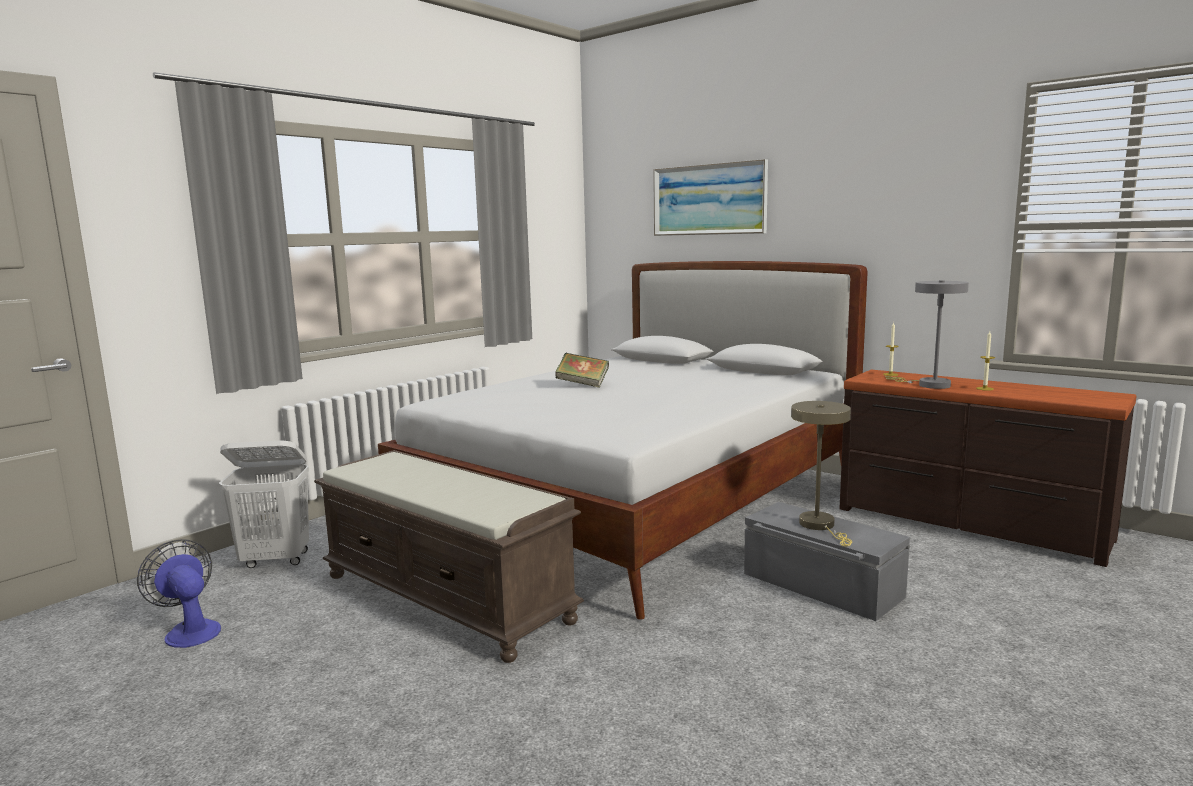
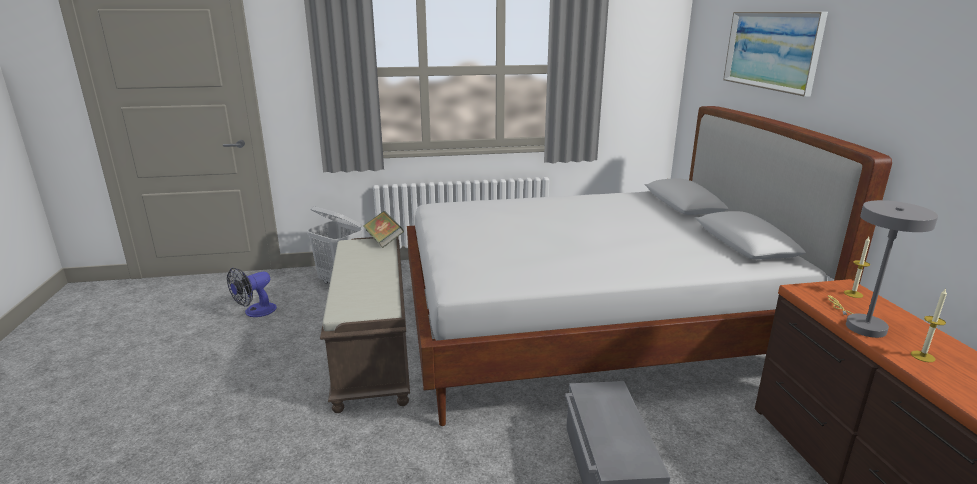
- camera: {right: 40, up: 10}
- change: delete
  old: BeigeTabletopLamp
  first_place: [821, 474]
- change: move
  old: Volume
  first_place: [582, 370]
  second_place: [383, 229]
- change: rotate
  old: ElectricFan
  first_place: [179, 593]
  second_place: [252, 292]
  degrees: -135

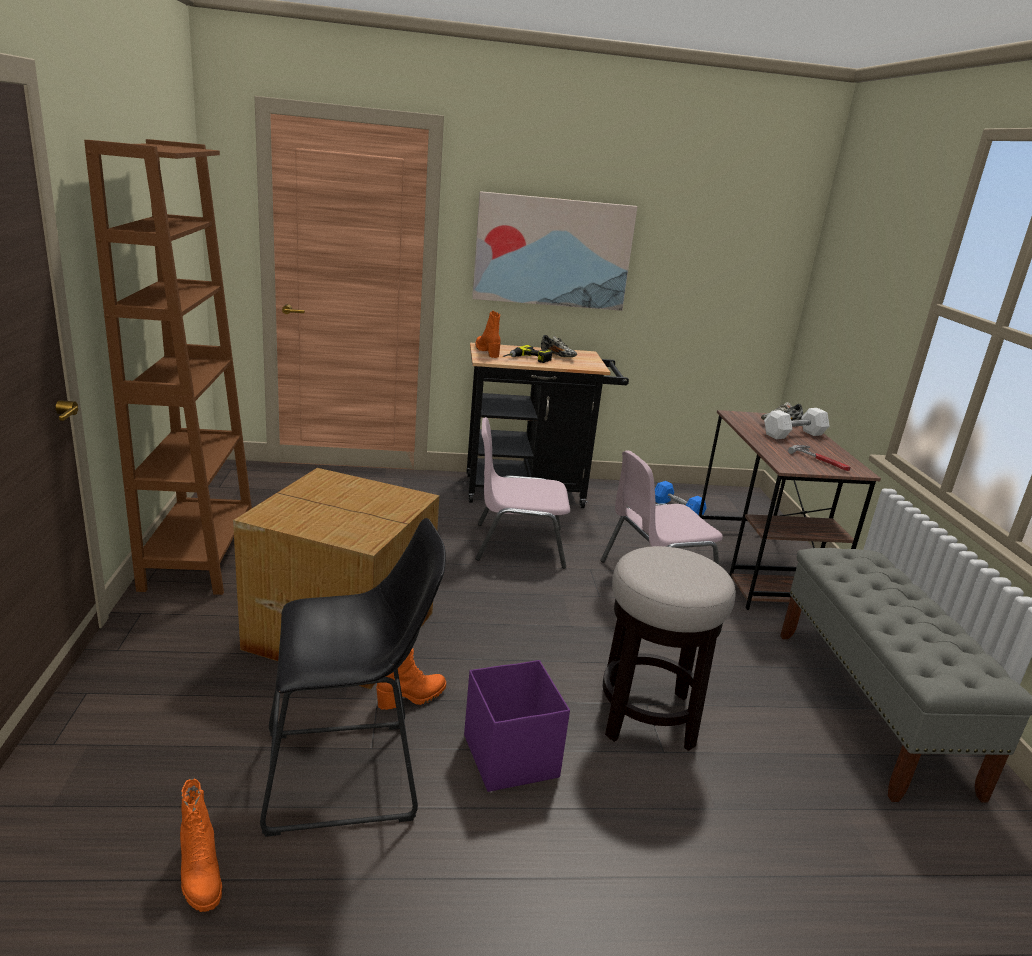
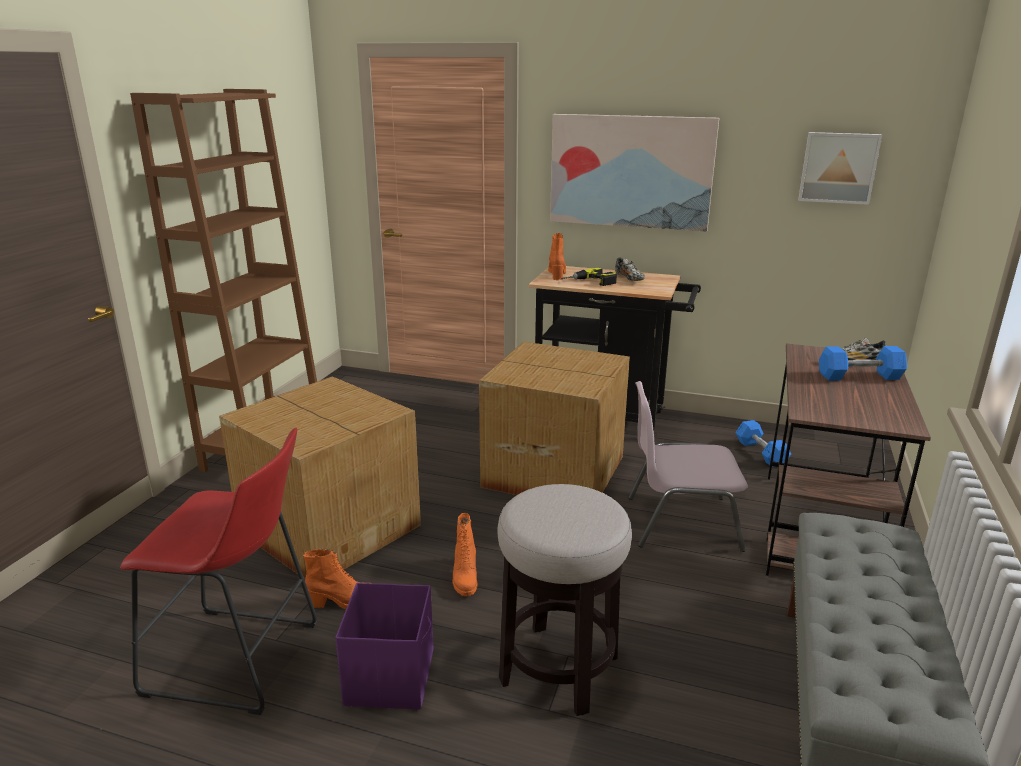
- camera: {right: 25, up: 0}
- change: delete
  old: HandHammer
  first_place: [819, 458]
- change: insert
  new: Picture
  second_place: [840, 168]
- change: move
  old: OrangeColouredBoot
  first_place: [201, 845]
  second_place: [465, 554]
- change: replace
  old: PinkishChair
  new: PackingBox
  first_place: [522, 492]
  second_place: [554, 418]
- change: recolor
  old: BlackishStoolSeat
  new: RedColouredStoolSeat
  first_place: [353, 677]
  second_place: [218, 571]
- change: recolor
  old: WhiteHandWeight
  new: BlueHandWeight
  first_place: [797, 423]
  second_place: [863, 363]

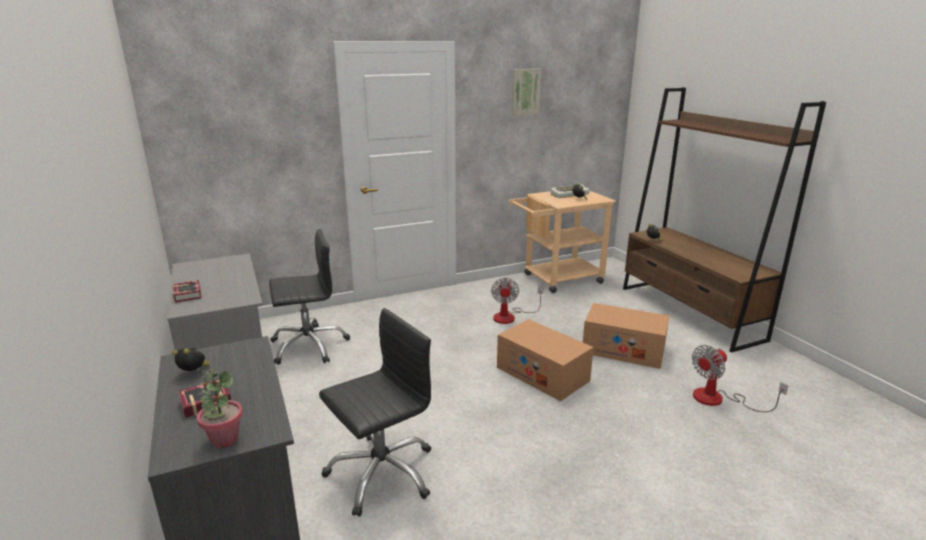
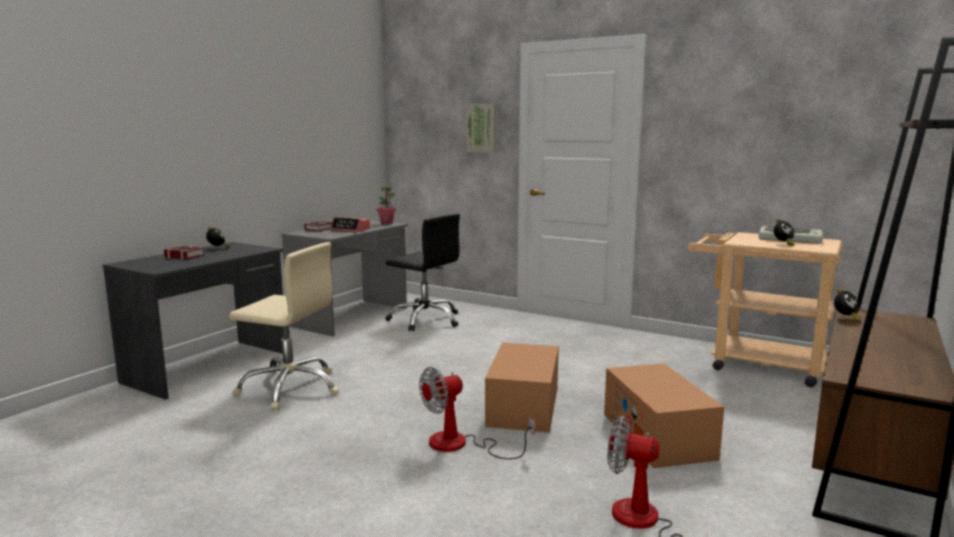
- camera: {right: 55, up: -10}
- change: insert
  new: TableClock
  second_place: [350, 224]
- change: move
  old: PottedPlant
  first_place: [220, 408]
  second_place: [386, 205]
- change: move
  old: ElectricFan
  first_place: [517, 301]
  second_place: [477, 413]
- change: move
  old: Picture
  first_place: [526, 92]
  second_place: [481, 128]
- change: recolor
  old: BlackishDeskChair
  new: BeigeDeskChair
  first_place: [375, 412]
  second_place: [284, 326]

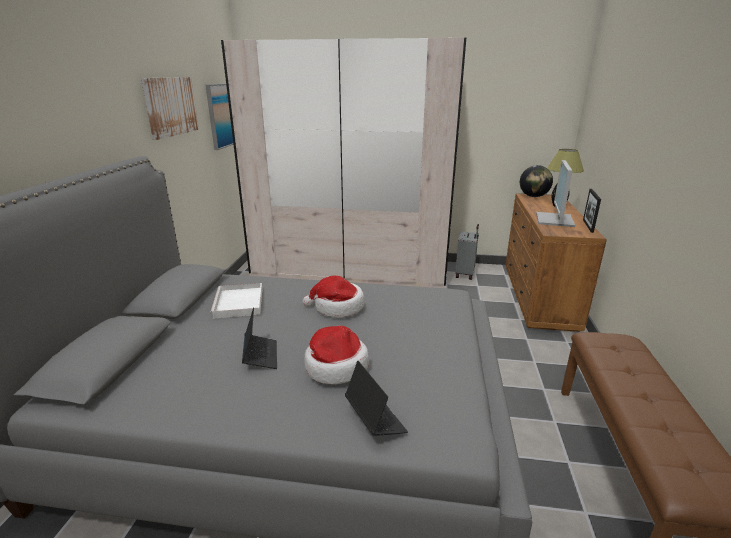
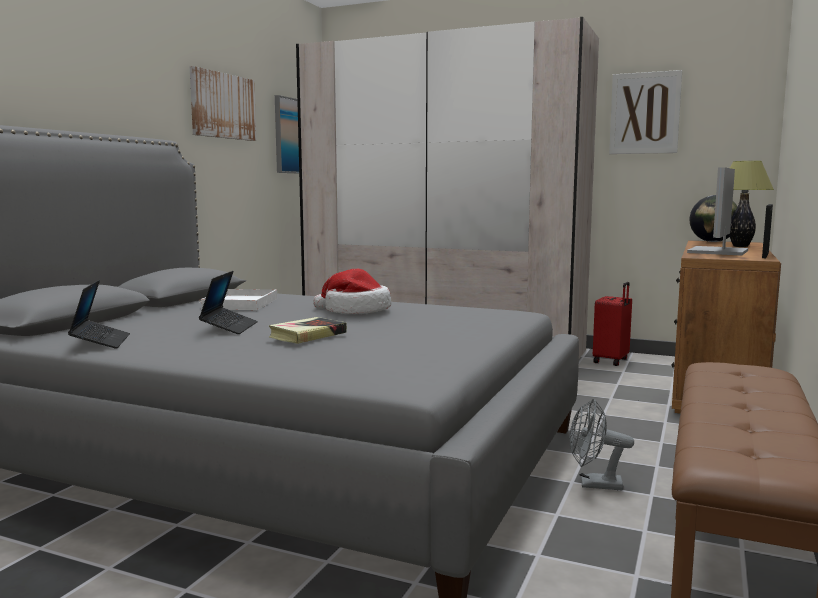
- camera: {right: 15, up: -15}
- change: insert
  new: GrayElectricFan
  second_place: [601, 444]
- change: insert
  new: Picture
  second_place: [645, 112]
- change: move
  old: NotebookComputer
  first_place: [376, 398]
  second_place: [99, 314]
- change: replace
  old: WearableHat
  new: Volume
  first_place: [336, 355]
  second_place: [308, 330]
- change: recolor
  old: GrayPieceOfLuggage
  new: RedColouredPieceOfLuggage
  first_place: [467, 252]
  second_place: [612, 324]

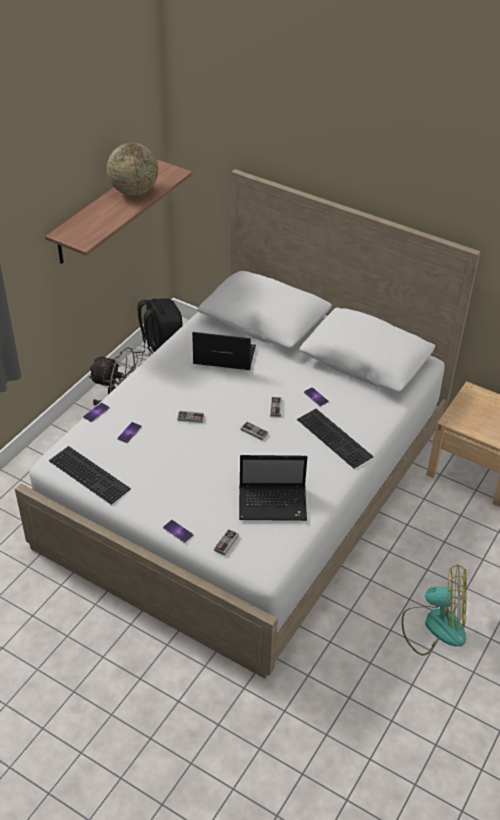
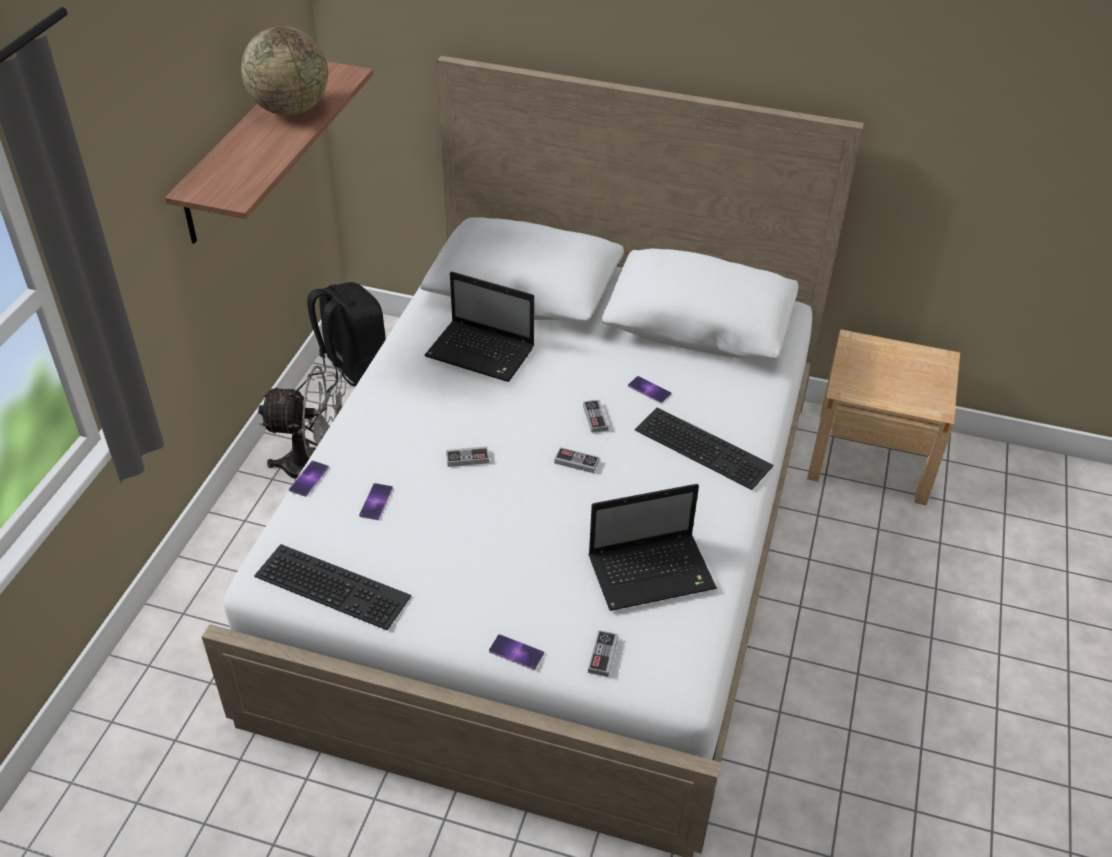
- camera: {right: -15, up: 0}
- change: delete
  old: ElectricFan
  first_place: [434, 610]
- change: rotate
  old: NotebookComputer
  first_place: [224, 351]
  second_place: [479, 326]
  degrees: -150

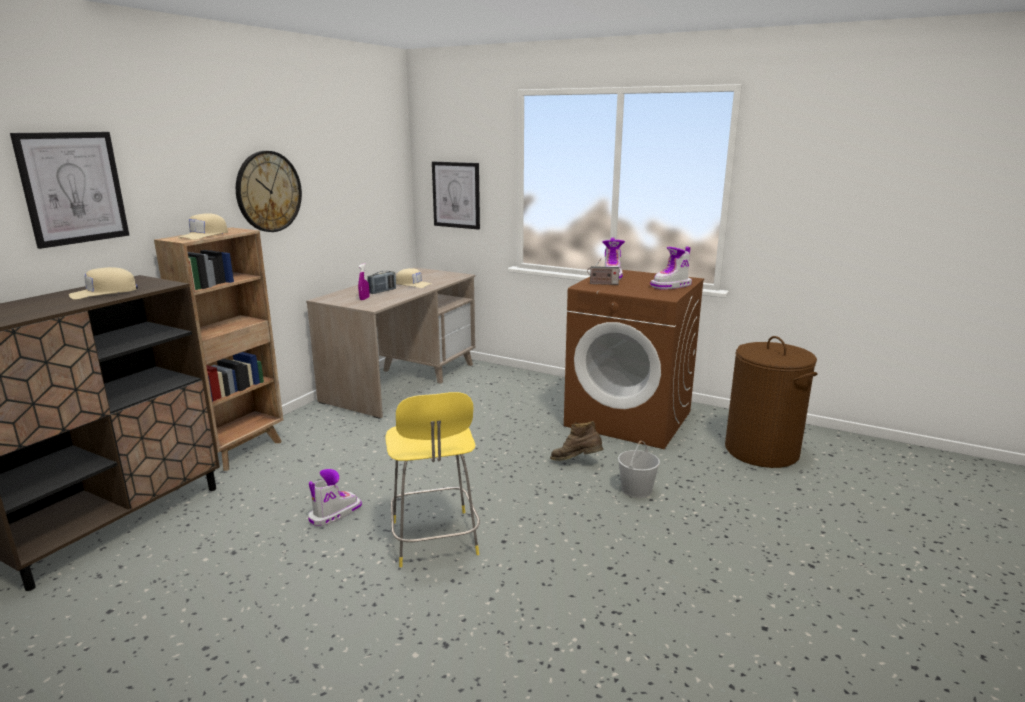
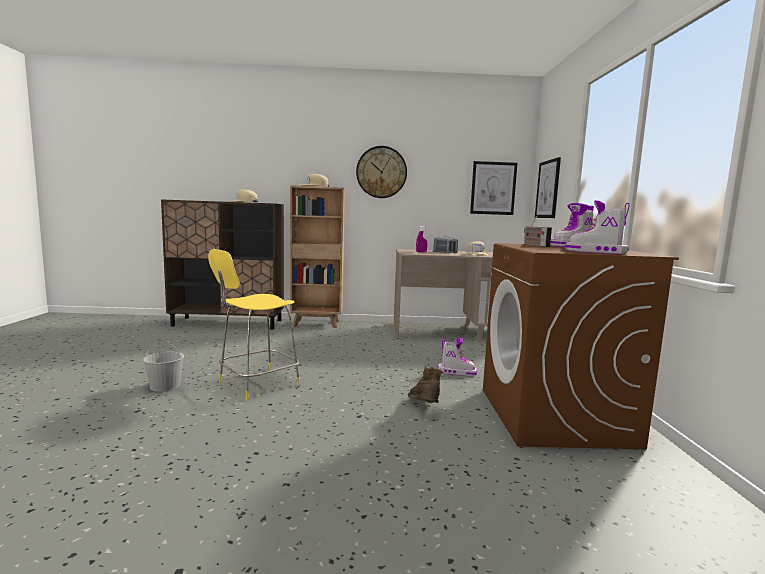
- camera: {right: 60, up: -10}
- change: delete
  old: BrownLaundryBasket
  first_place: [771, 402]
- change: move
  old: Picture
  first_place: [69, 190]
  second_place: [493, 188]
- change: move
  old: Boot
  first_place: [335, 498]
  second_place: [457, 357]
- change: move
  old: WhiteBucket
  first_place: [639, 469]
  second_place: [163, 366]

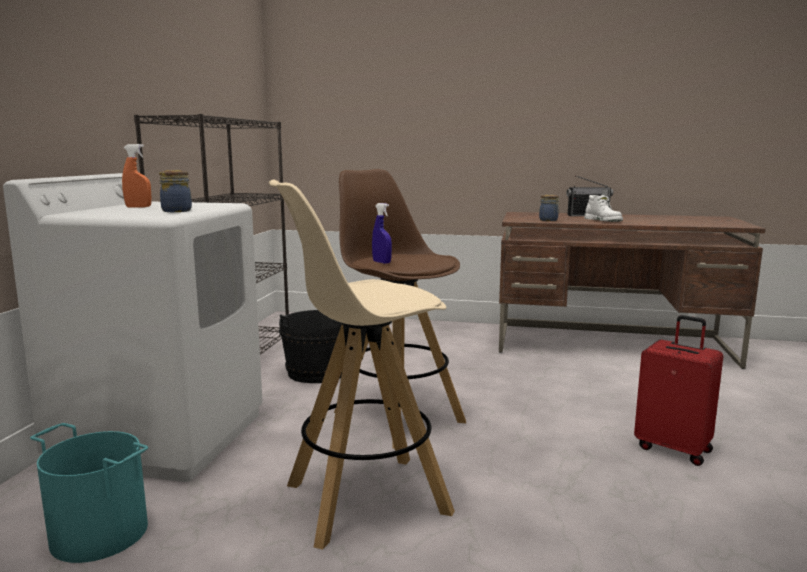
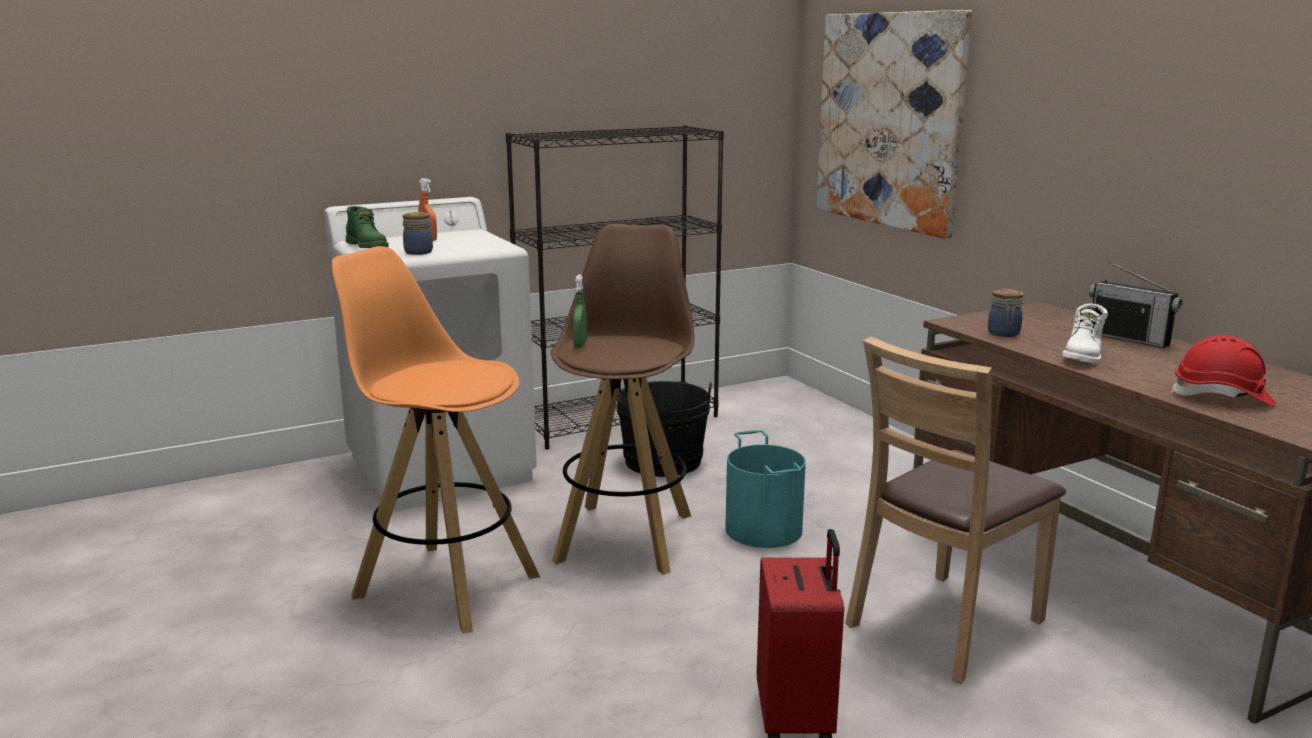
- camera: {right: 50, up: 5}
- change: insert
  new: GreenColouredBoot
  second_place: [367, 227]
- change: insert
  new: Picture
  second_place: [894, 124]
- change: insert
  new: BrownChair
  second_place: [955, 510]
- change: insert
  new: RedColouredHardHat
  second_place: [1223, 371]
- change: move
  old: TurquoiseBucket
  first_place: [89, 493]
  second_place: [765, 489]
- change: recolor
  old: BeigeStoolSeat
  new: OrangeColouredStoolSeat
  first_place: [362, 365]
  second_place: [436, 440]
- change: recolor
  old: BlueHandSprayer
  new: GreenColouredHandSprayer
  first_place: [382, 233]
  second_place: [580, 311]

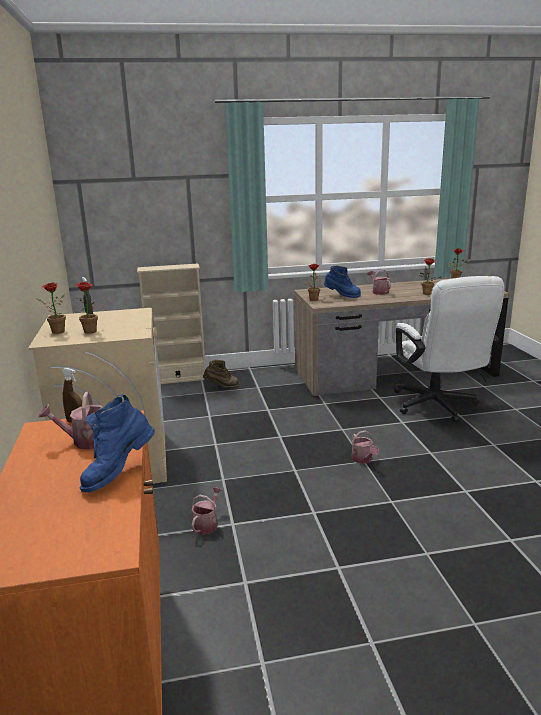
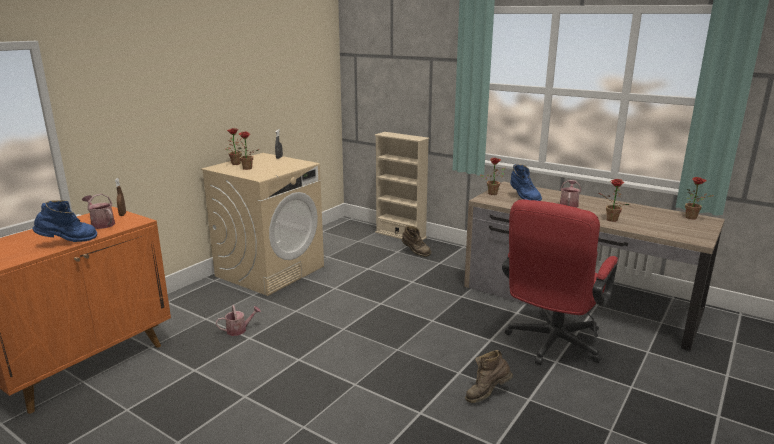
- camera: {right: 45, up: 0}
- change: delete
  old: WateringCan
  first_place: [365, 447]
- change: insert
  new: BrownBoot
  second_place: [489, 376]
- change: recolor
  old: WhiteDeskChair
  new: RedColouredDeskChair
  first_place: [449, 349]
  second_place: [560, 282]
- change: rotate
  old: BlueBoot
  first_place: [117, 443]
  second_place: [65, 221]
  degrees: 150

